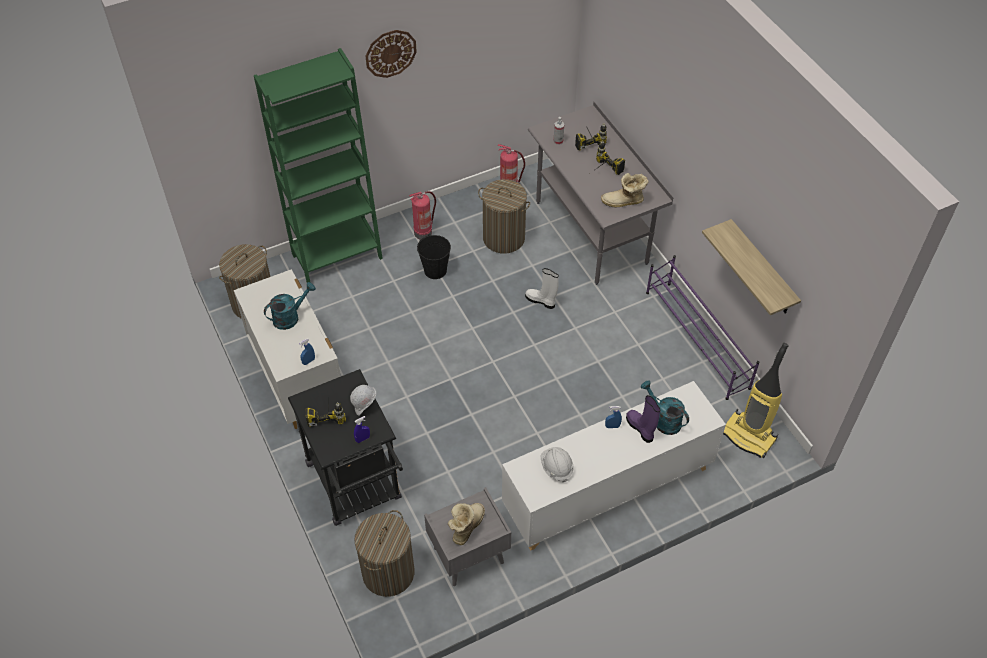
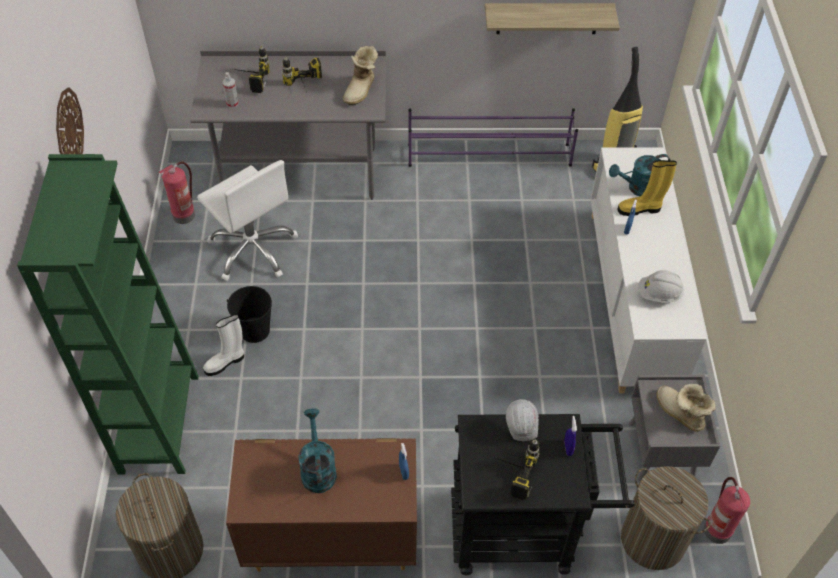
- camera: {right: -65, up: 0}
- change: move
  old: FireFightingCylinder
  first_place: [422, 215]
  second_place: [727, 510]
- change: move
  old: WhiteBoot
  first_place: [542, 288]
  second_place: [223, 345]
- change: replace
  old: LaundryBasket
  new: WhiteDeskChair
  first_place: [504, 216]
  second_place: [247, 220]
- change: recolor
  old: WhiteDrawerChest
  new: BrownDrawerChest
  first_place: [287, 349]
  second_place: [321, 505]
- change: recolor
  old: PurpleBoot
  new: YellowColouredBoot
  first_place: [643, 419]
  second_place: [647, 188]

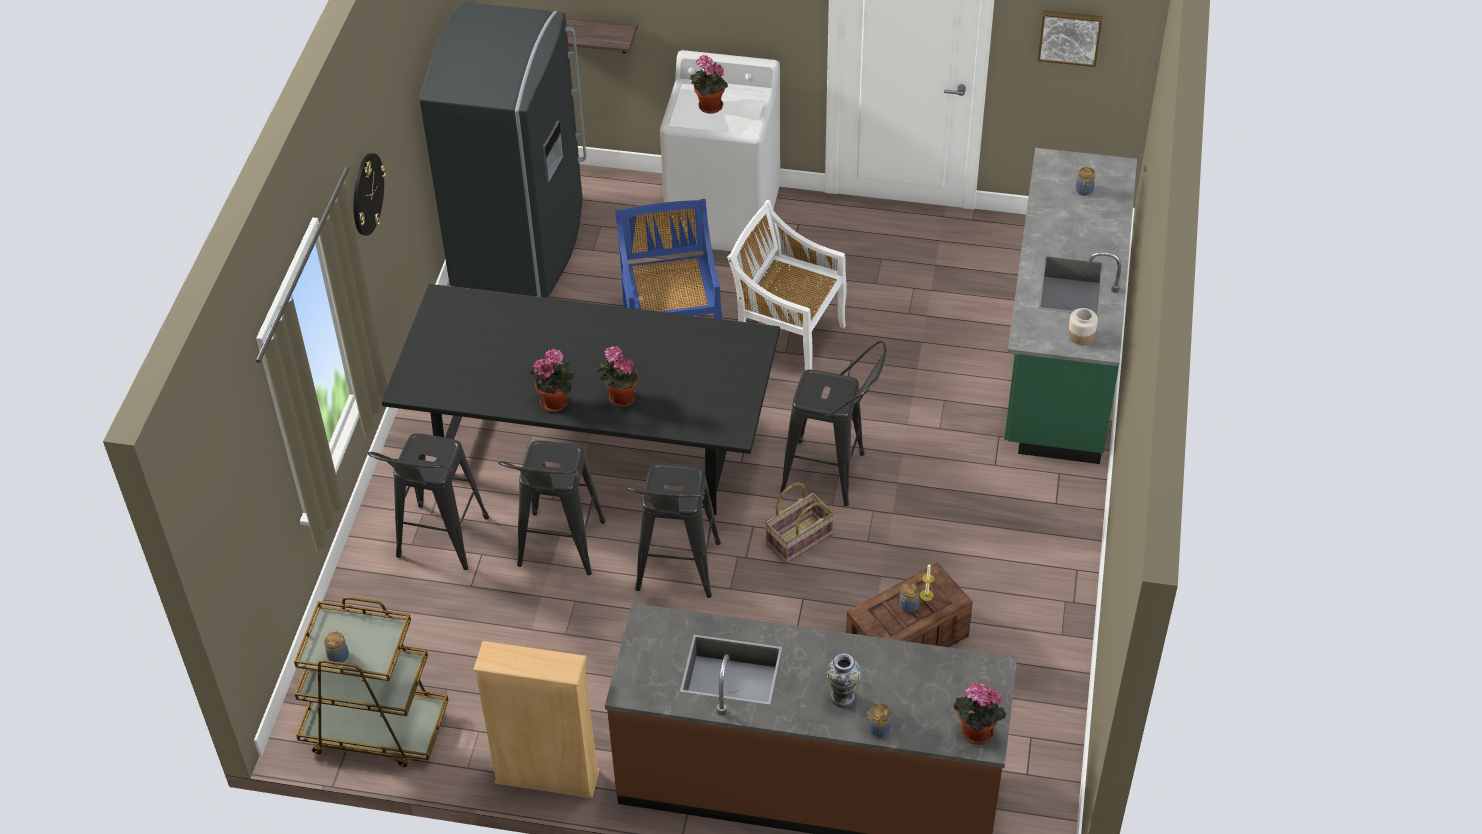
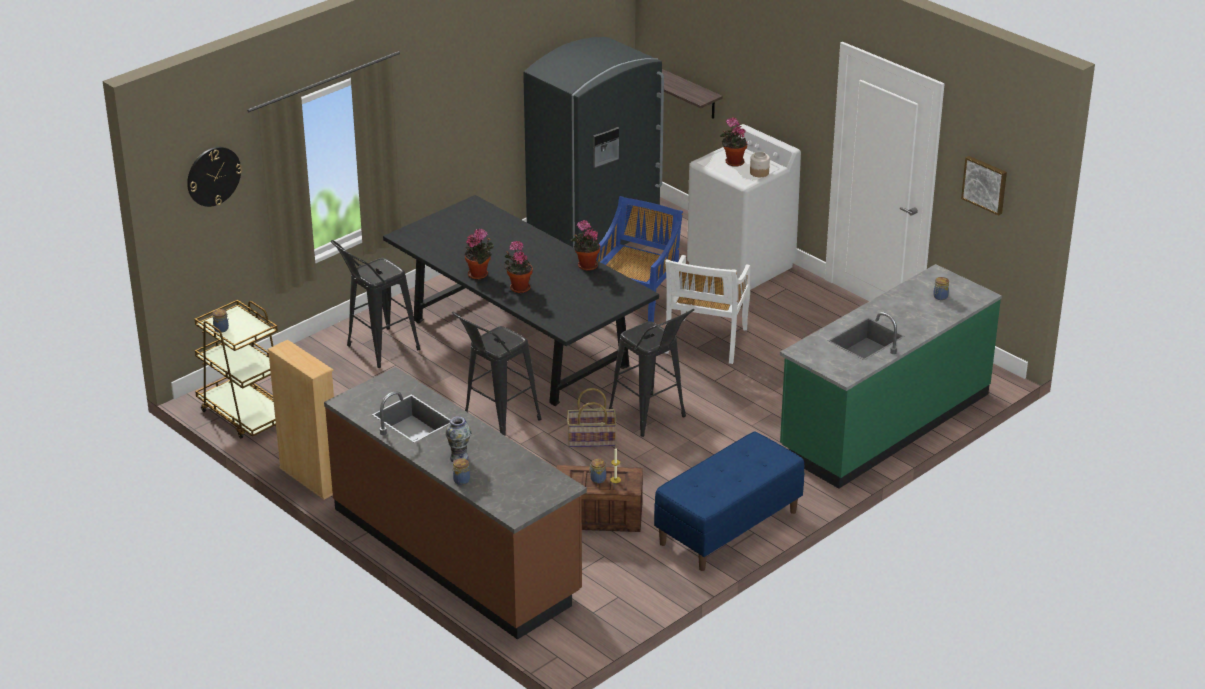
- camera: {right: 35, up: -15}
- change: delete
  old: BlackishStoolSeat
  first_place: [551, 507]
- change: insert
  new: BlueLongSeat
  second_place: [729, 501]
- change: move
  old: ClockOnTheWall
  first_place: [369, 194]
  second_place: [214, 177]
- change: move
  old: PottedPlant
  first_place: [980, 713]
  second_place: [585, 245]
- change: move
  old: Jar
  first_place: [1083, 326]
  second_place: [760, 164]
- change: rotate
  old: WhiteChair
  first_place: [787, 285]
  second_place: [707, 309]
  degrees: -135

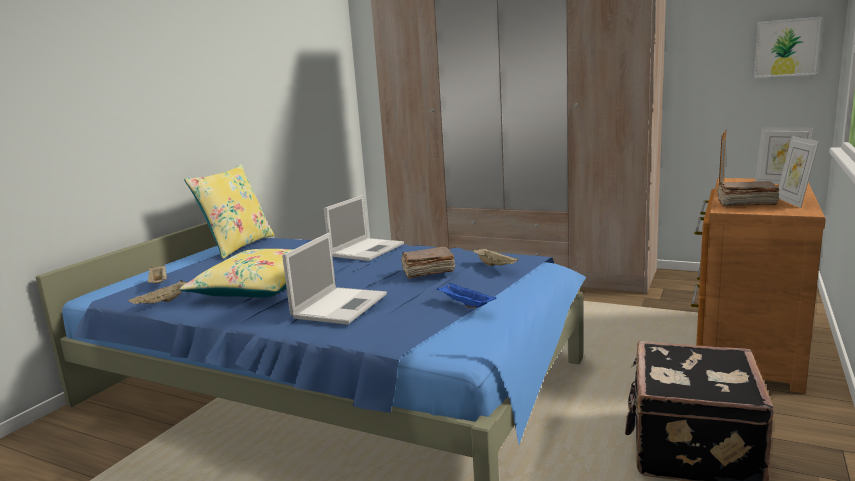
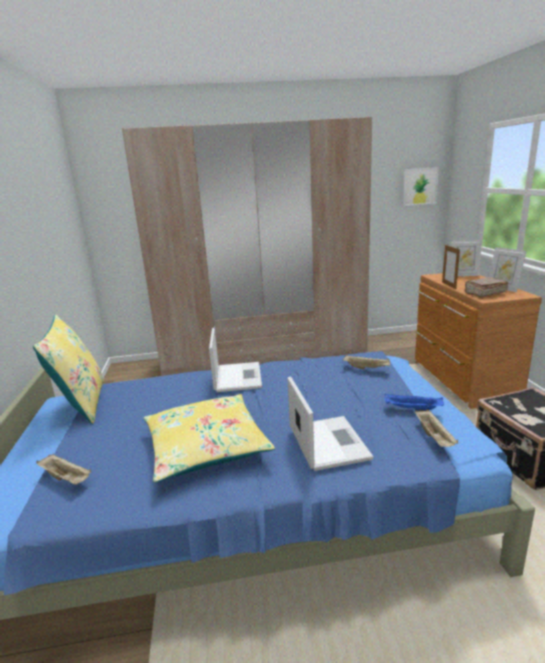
- camera: {right: -35, up: 5}
- change: delete
  old: BrownVolume
  first_place: [428, 263]
- change: move
  old: BeigeCarryingTray
  first_place: [158, 292]
  second_place: [436, 428]

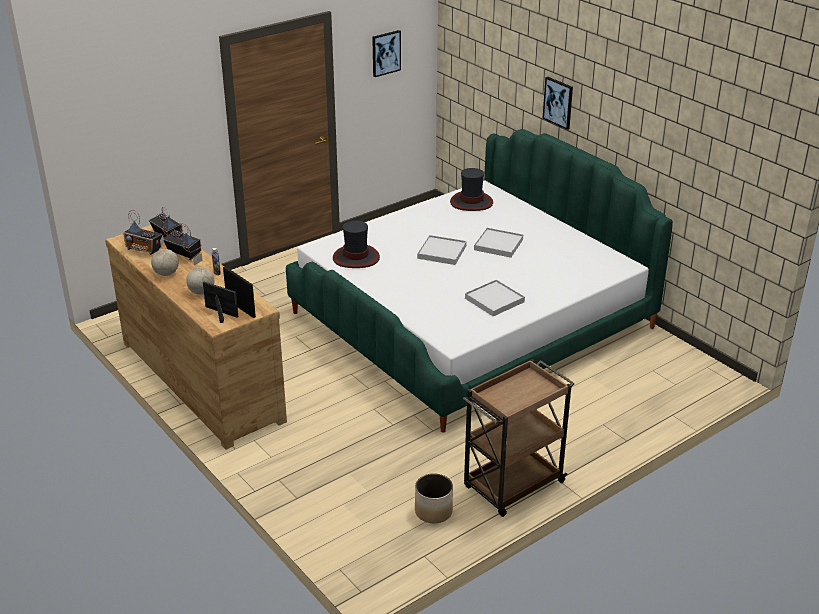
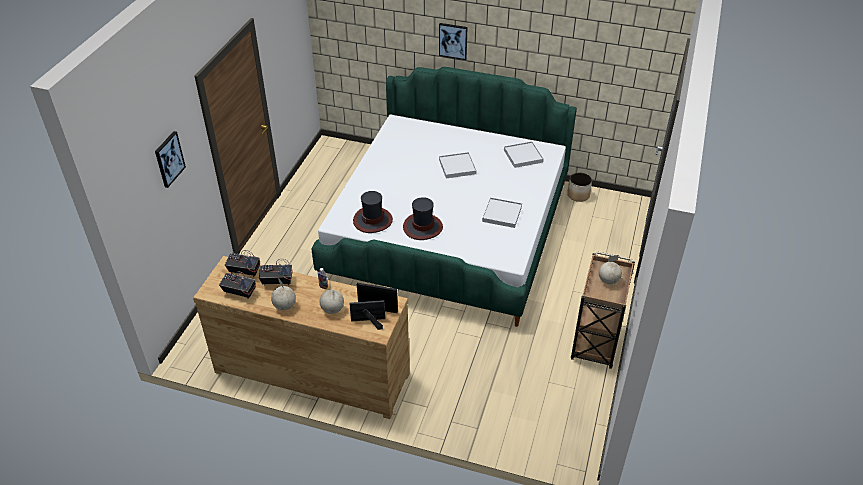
- camera: {right: -35, up: 10}
- change: insert
  new: DeskGlobe
  second_place: [610, 269]
- change: move
  old: Picture
  first_place: [386, 53]
  second_place: [170, 159]
- change: move
  old: Planter
  first_place: [434, 498]
  second_place: [579, 187]
- change: move
  old: WhiteCarryingTray
  first_place: [441, 250]
  second_place: [524, 154]
- change: move
  old: WearableHat
  first_place: [471, 189]
  second_place: [423, 218]
- change: rotate
  old: Radio
  first_place: [142, 232]
  second_place: [237, 285]
  degrees: -150

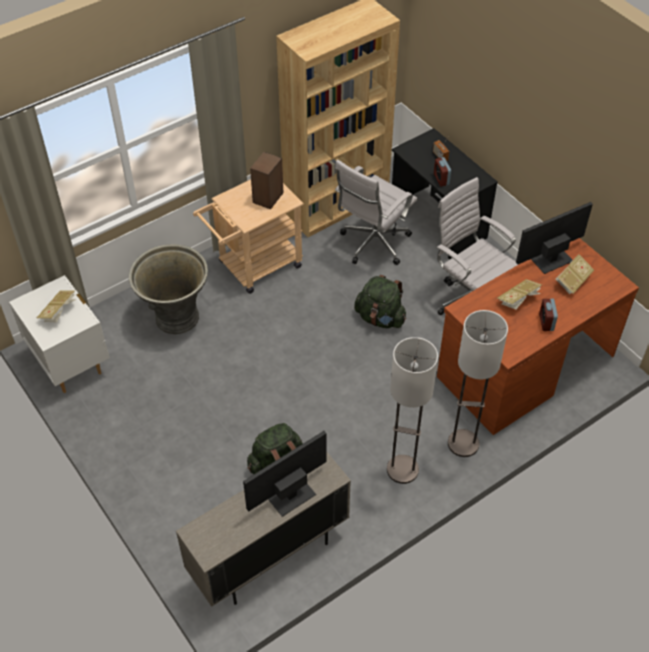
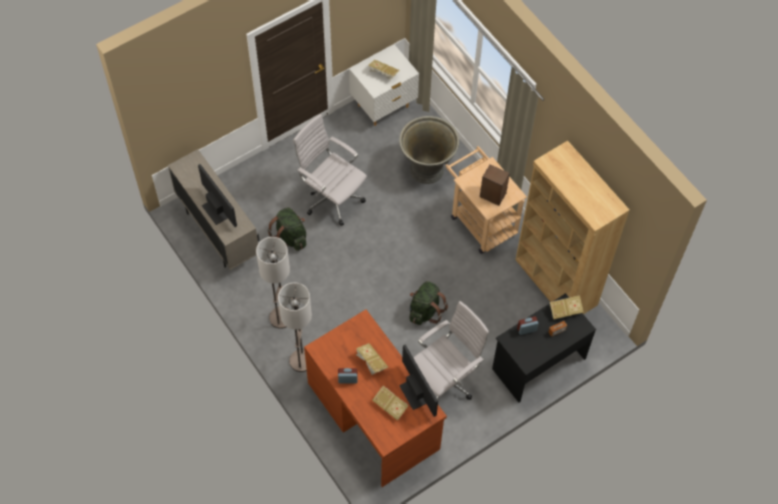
- camera: {right: 90, up: 10}
- change: insert
  new: Volume
  second_place: [567, 307]
- change: move
  old: WhiteDeskChair
  first_place: [376, 212]
  second_place: [330, 170]

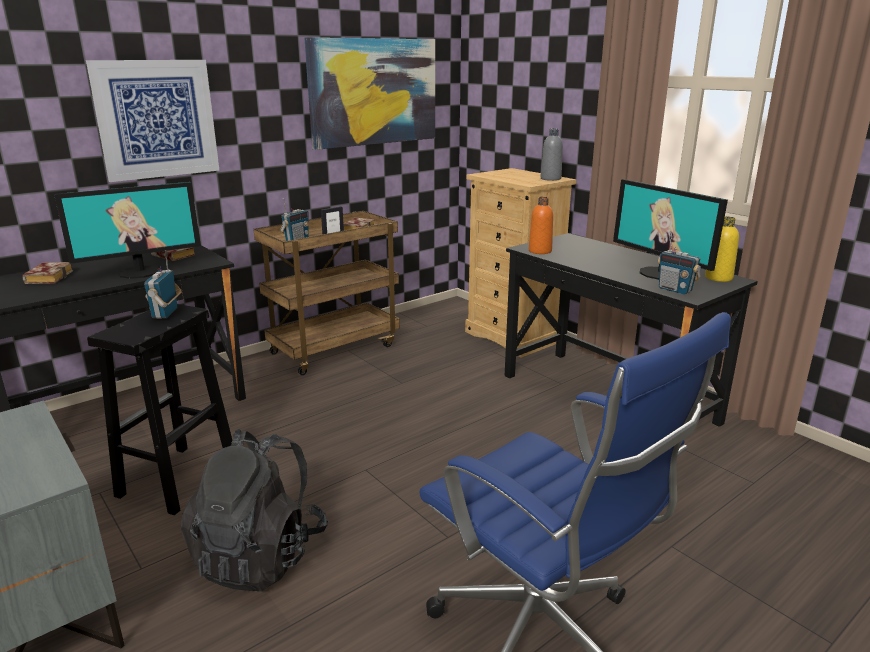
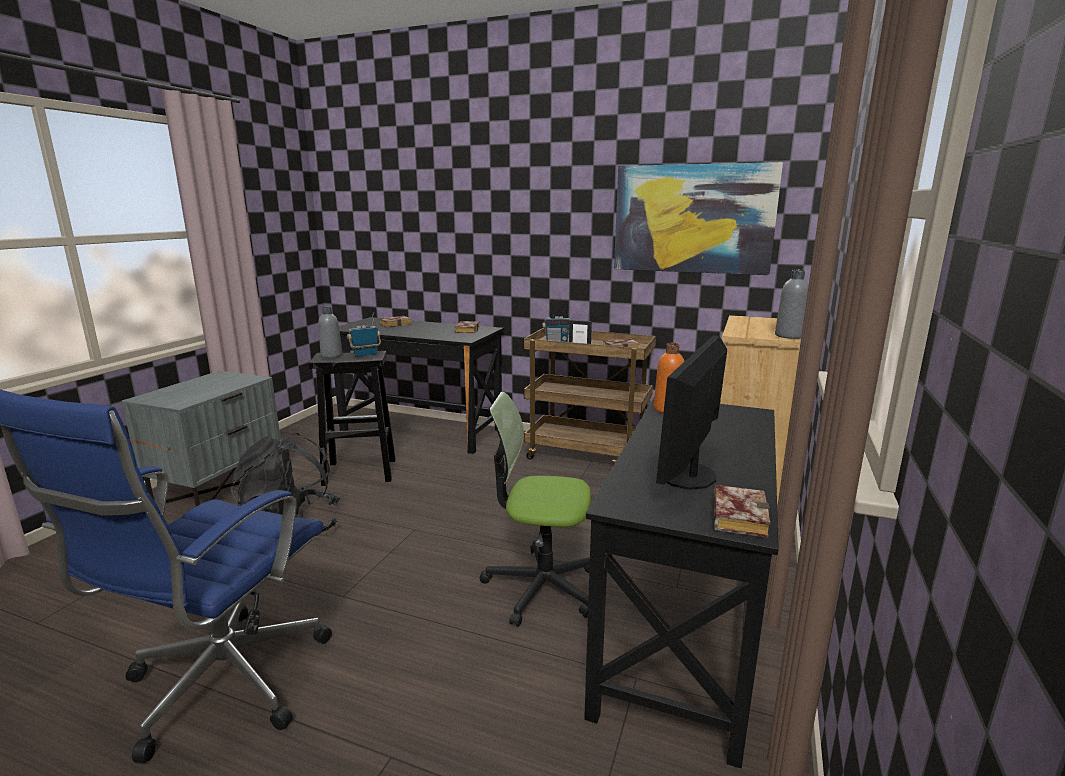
- camera: {right: 60, up: -5}
- change: delete
  old: ComputerDisplay
  first_place: [127, 230]
- change: delete
  old: Picture
  first_place: [153, 121]
- change: delete
  old: Radio
  first_place: [679, 263]
- change: insert
  new: GrayBeverageBottle
  second_place: [330, 332]
- change: insert
  new: DeskChair
  second_place: [535, 509]
- change: replace
  old: YellowColouredBeverageBottle
  new: Volume
  first_place: [722, 249]
  second_place: [742, 511]

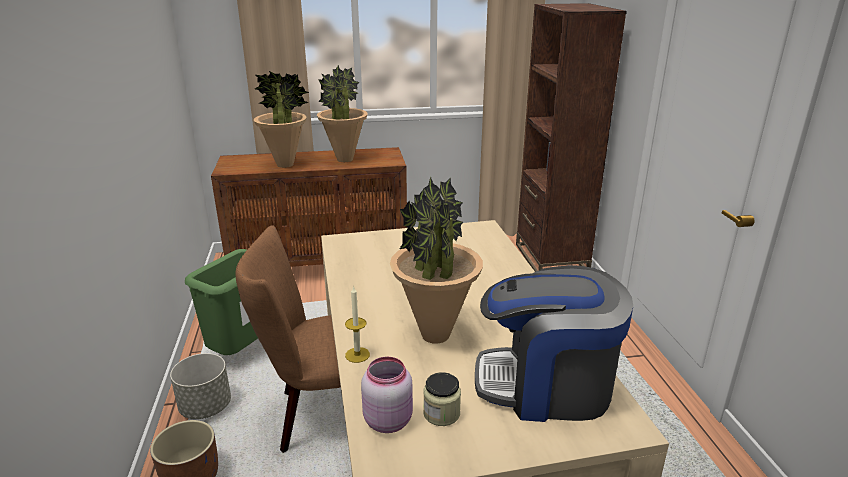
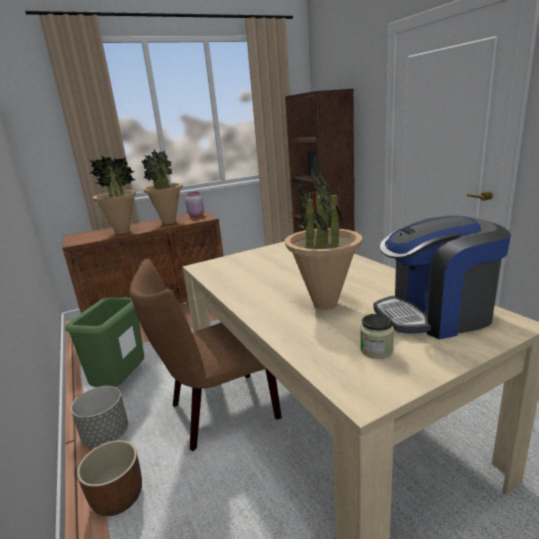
- camera: {right: -15, up: -5}
- change: delete
  old: WaxCandle
  first_place: [357, 324]
- change: move
  old: PinkishJar
  first_place: [387, 395]
  second_place: [194, 204]

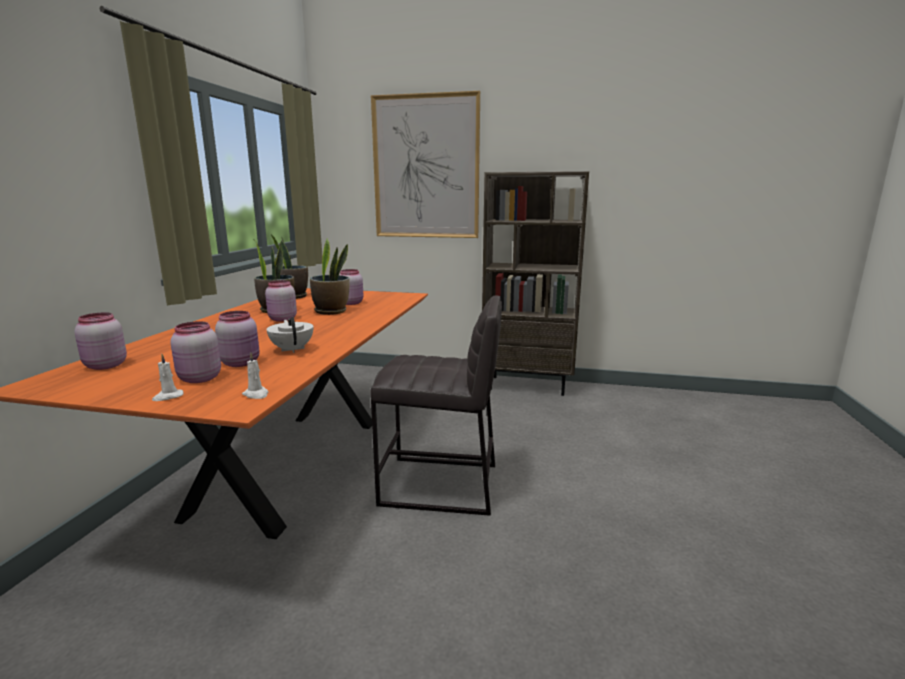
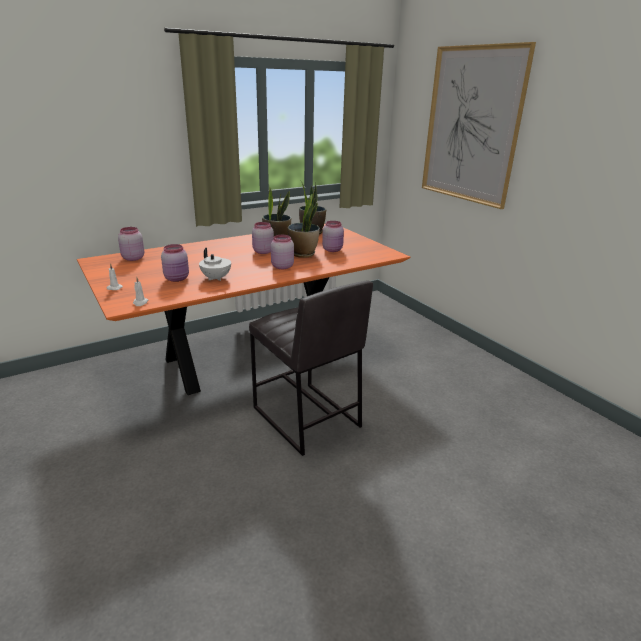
- camera: {right: 45, up: 10}
- change: delete
  old: BrownBookshelf
  first_place: [535, 283]
- change: move
  old: PinkishJar
  first_place: [195, 352]
  second_place: [282, 252]
- change: rotate
  old: WhiteTeapot
  first_place: [289, 335]
  second_place: [215, 264]
  degrees: 120

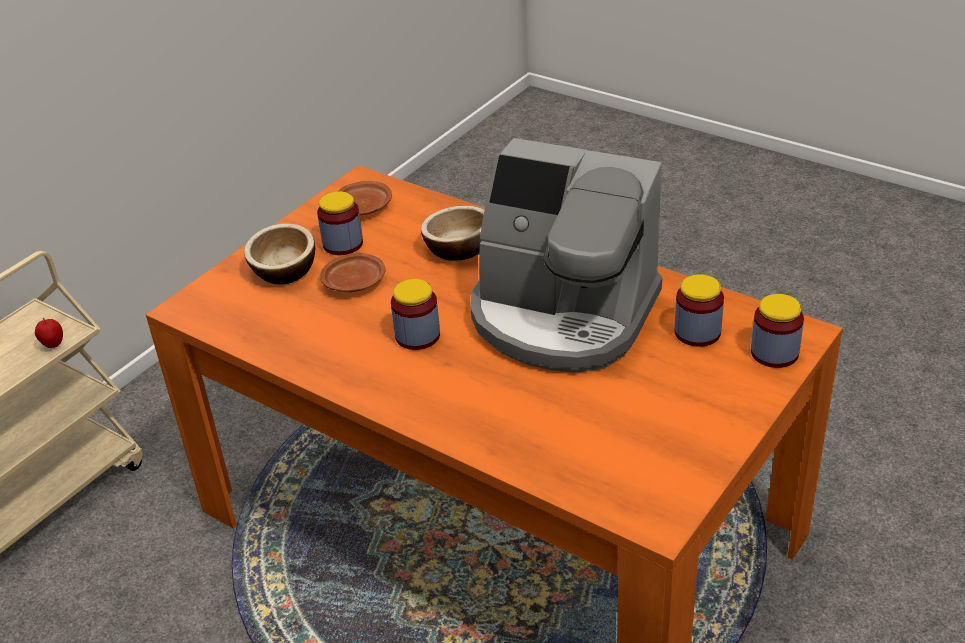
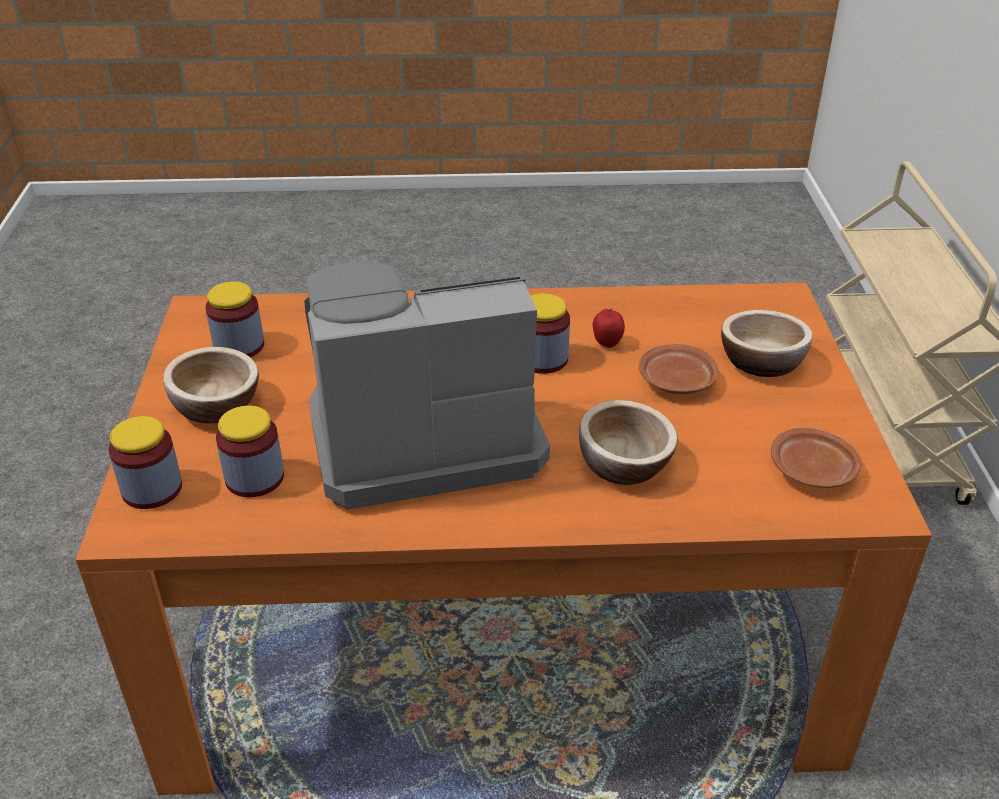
- camera: {right: 140, up: 0}
- change: insert
  new: ServingBowl
  second_place: [211, 385]
- change: move
  old: WholeApple
  first_place: [49, 333]
  second_place: [609, 328]
- change: move
  old: Jar
  first_place: [340, 223]
  second_place: [234, 319]

